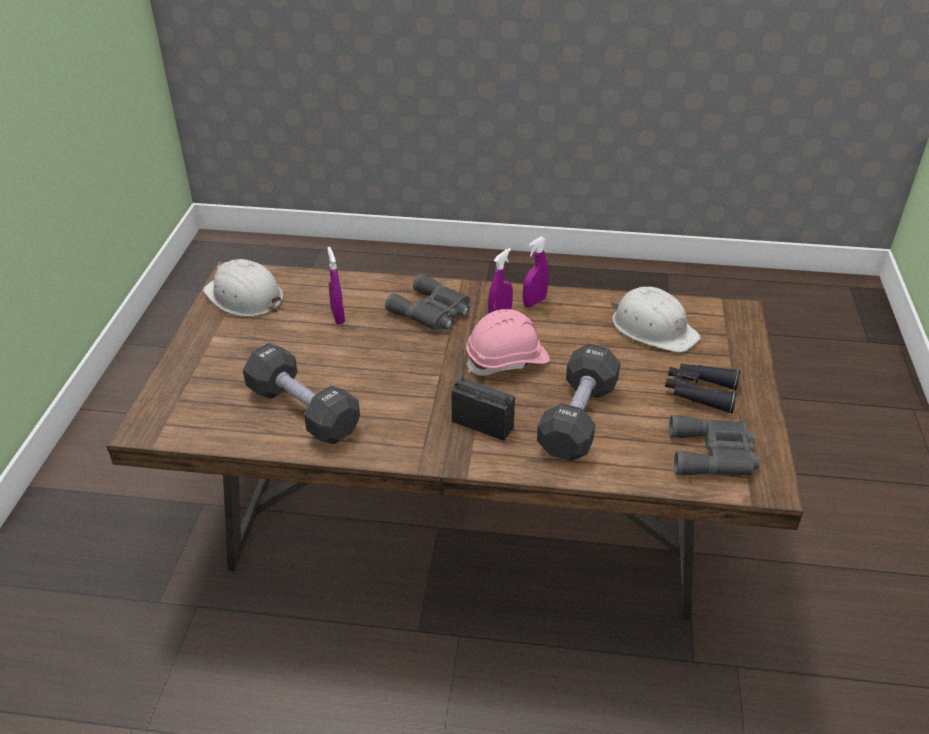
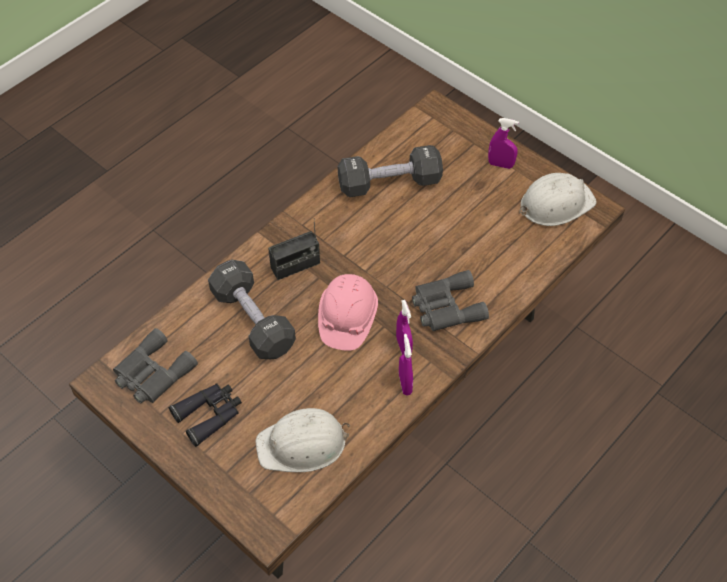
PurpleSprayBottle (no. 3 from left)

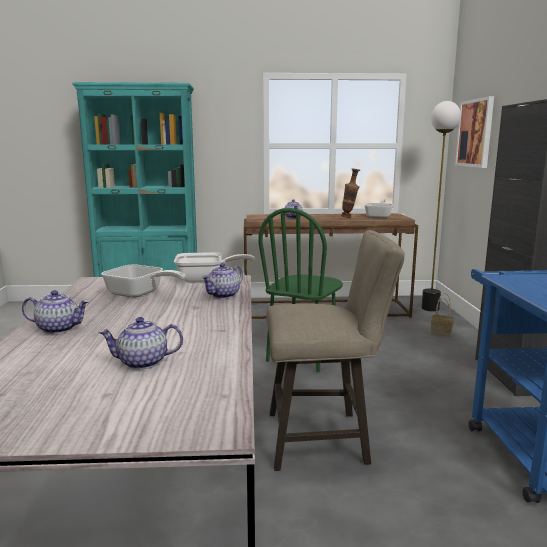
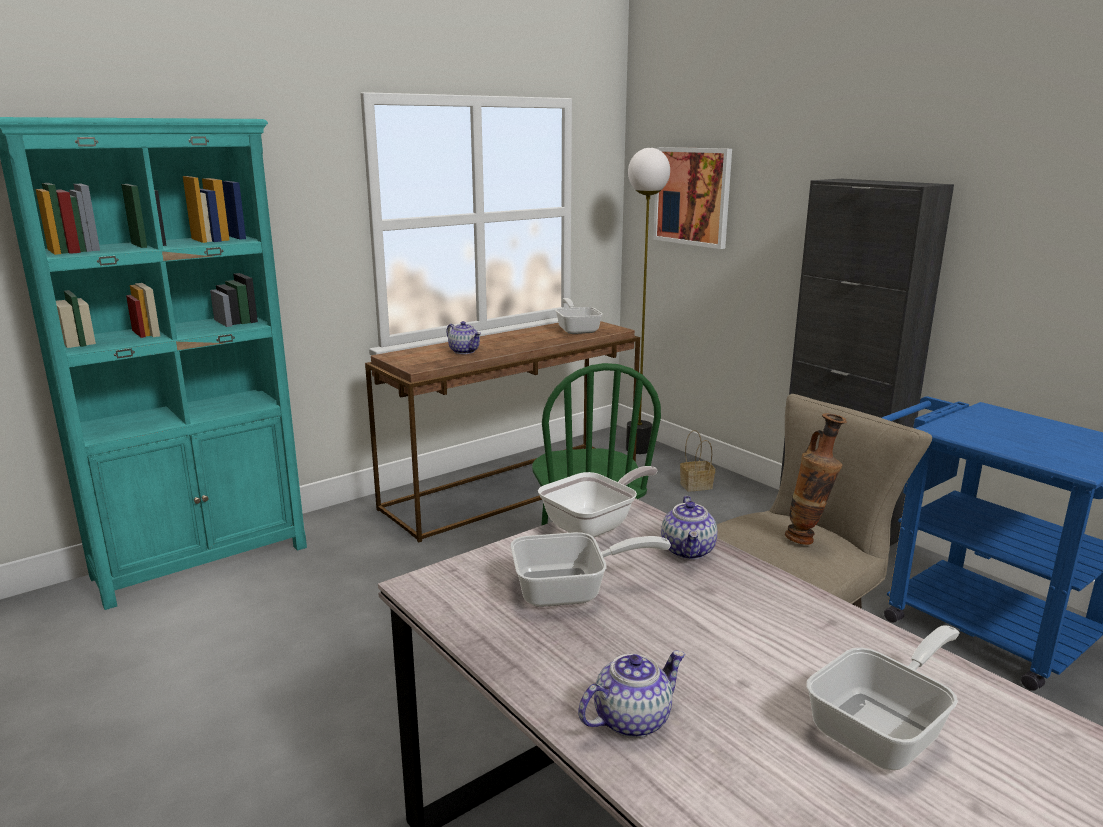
Vase
FryingPan (no. 4 from left)

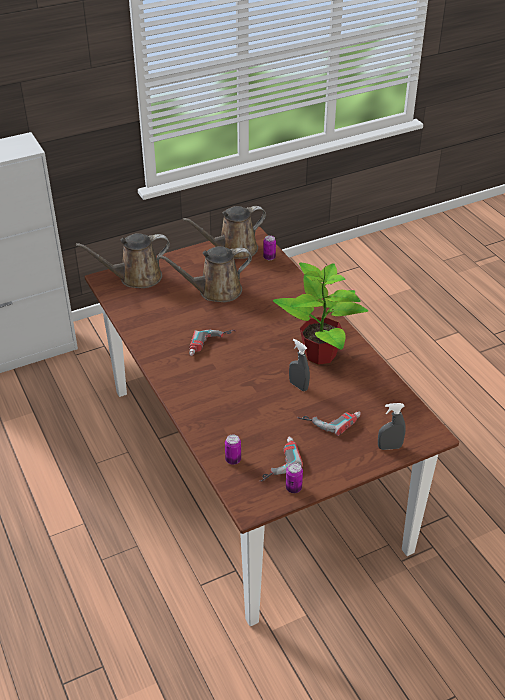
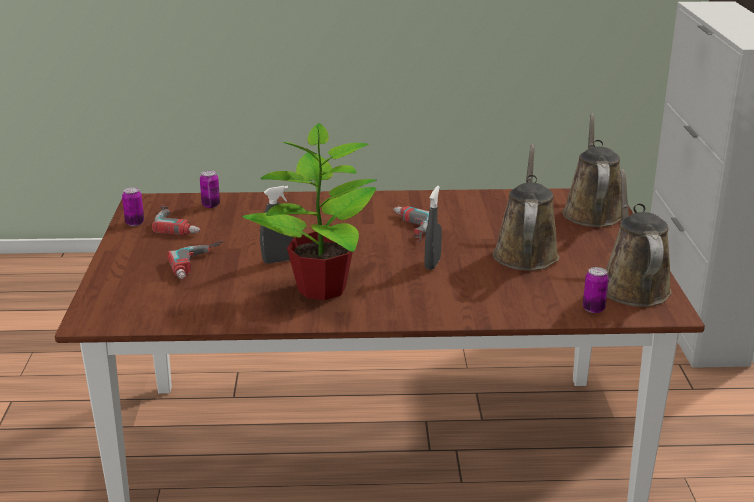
GreySprayBottle (no. 2 from left)

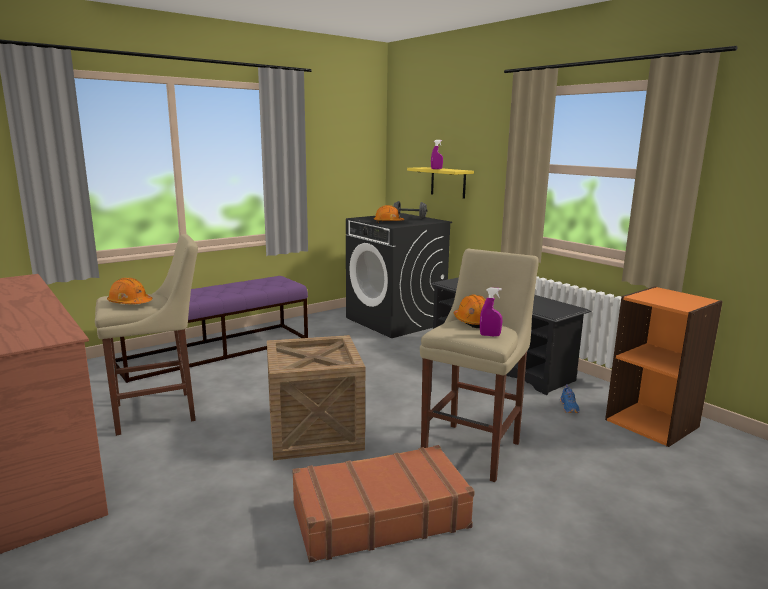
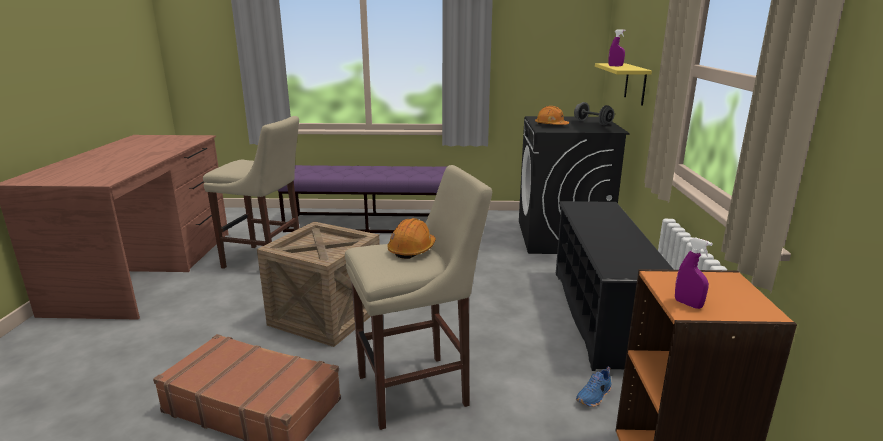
OrangeHardHat (no. 1 from left in the first image)
PurpleSprayBottle (no. 2 from left)

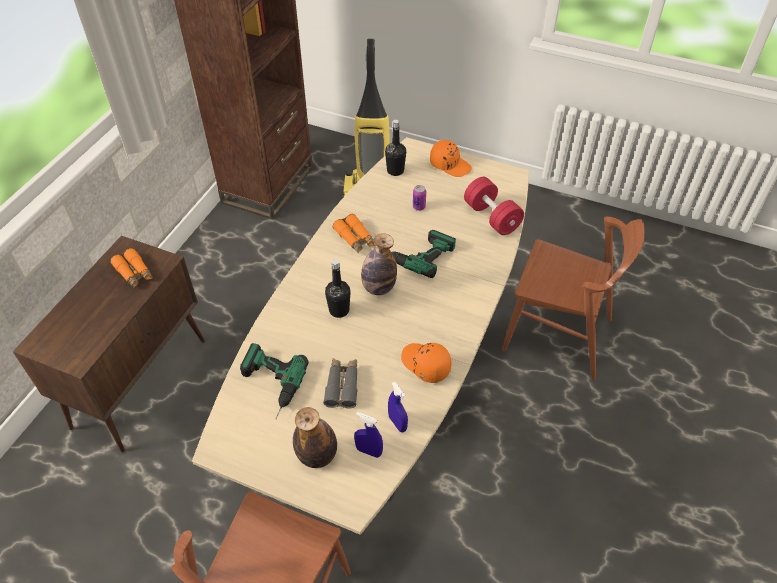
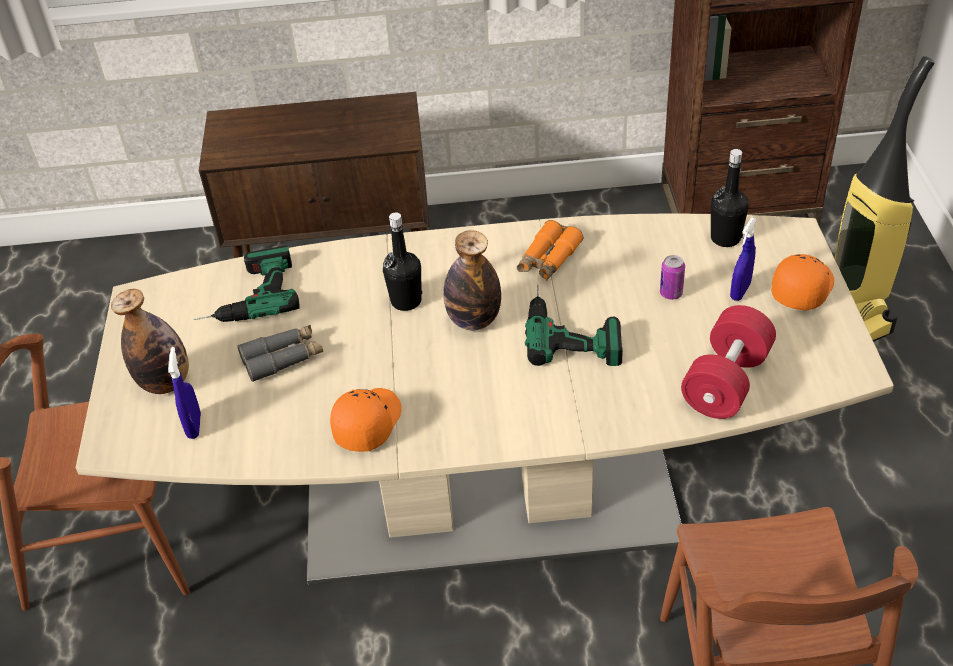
OrangeBinoculars (no. 1 from left in the first image)
BlueSprayBottle (no. 2 from left)
OrangeCap (no. 2 from left)

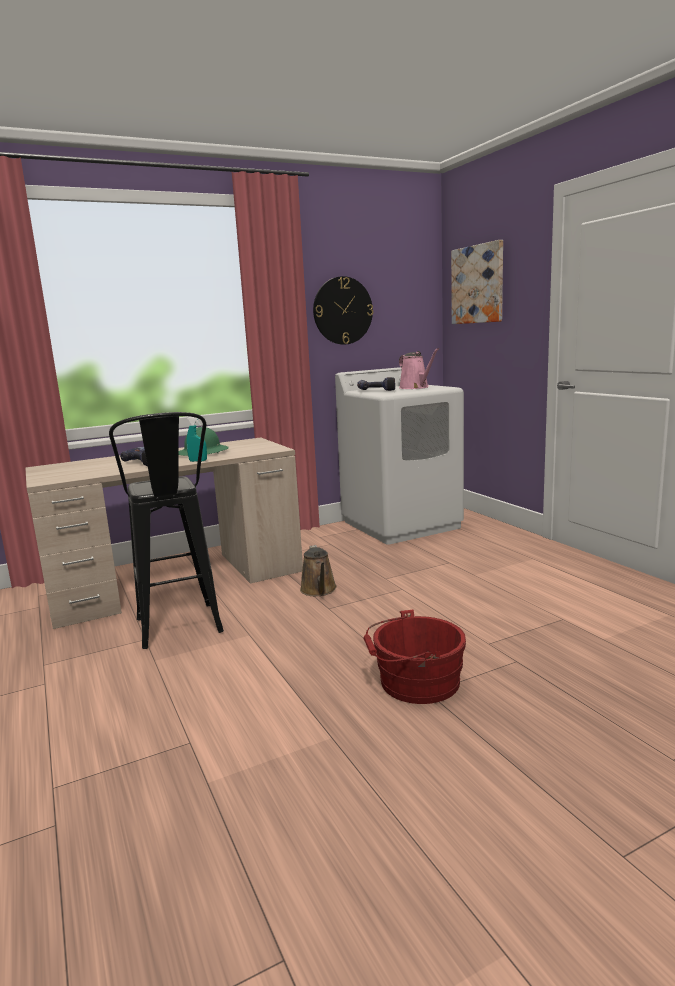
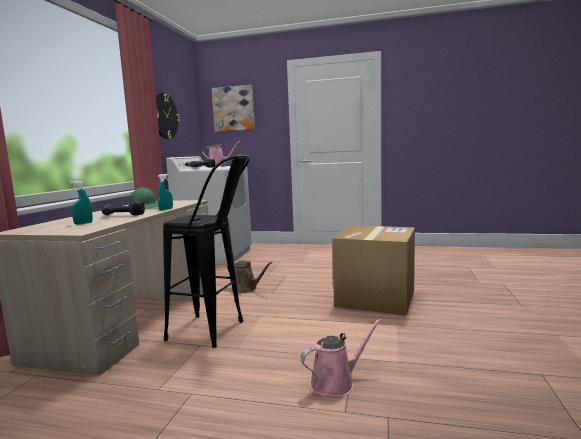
TurquoiseSprayBottle (no. 1 from left)
PinkWateringCan (no. 2 from left)
CardboardBox

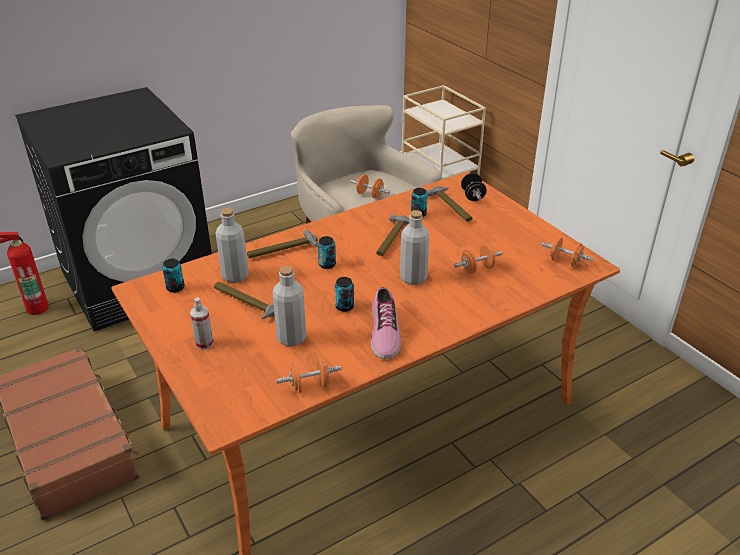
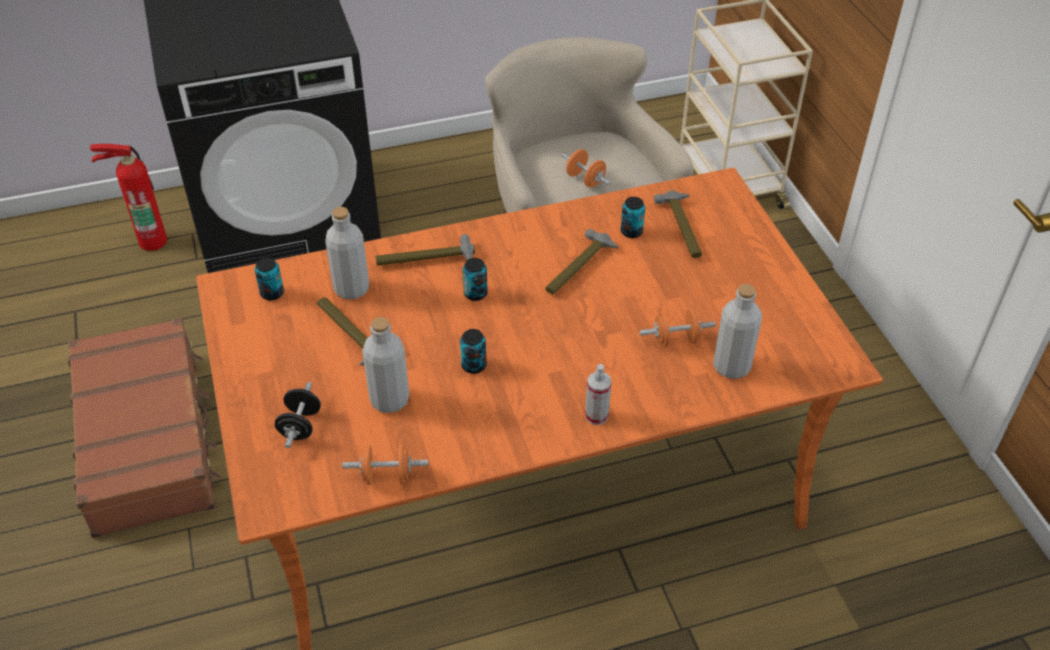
Shoe
OrangeDumbbell (no. 4 from left in the first image)
SprayBottle
GreyBottle (no. 3 from left)
BlackDumbbell

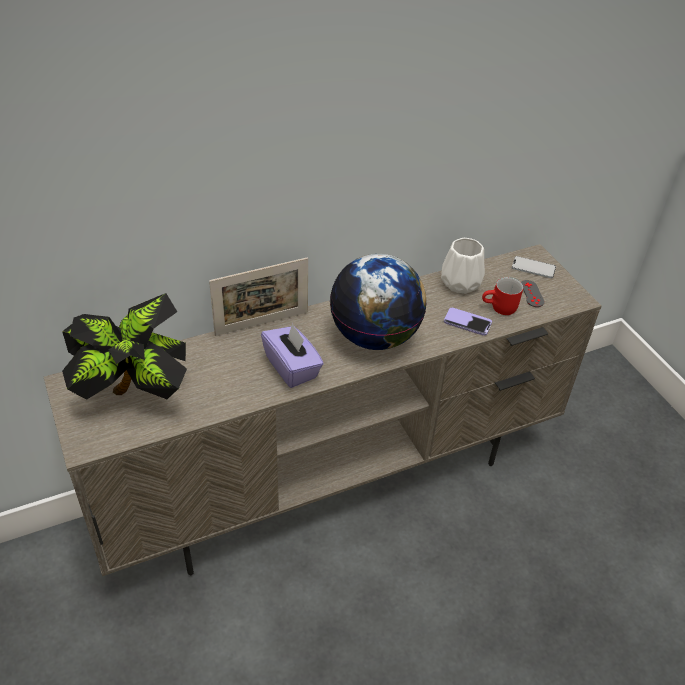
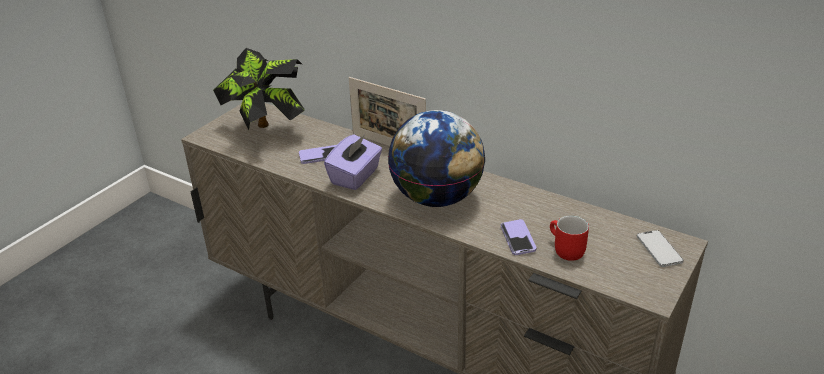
WhiteVase
GreyGameController
Phone (no. 1 from left)

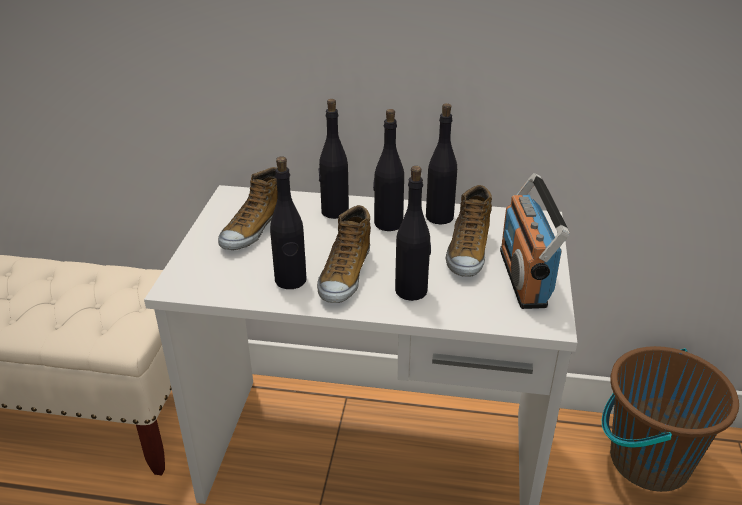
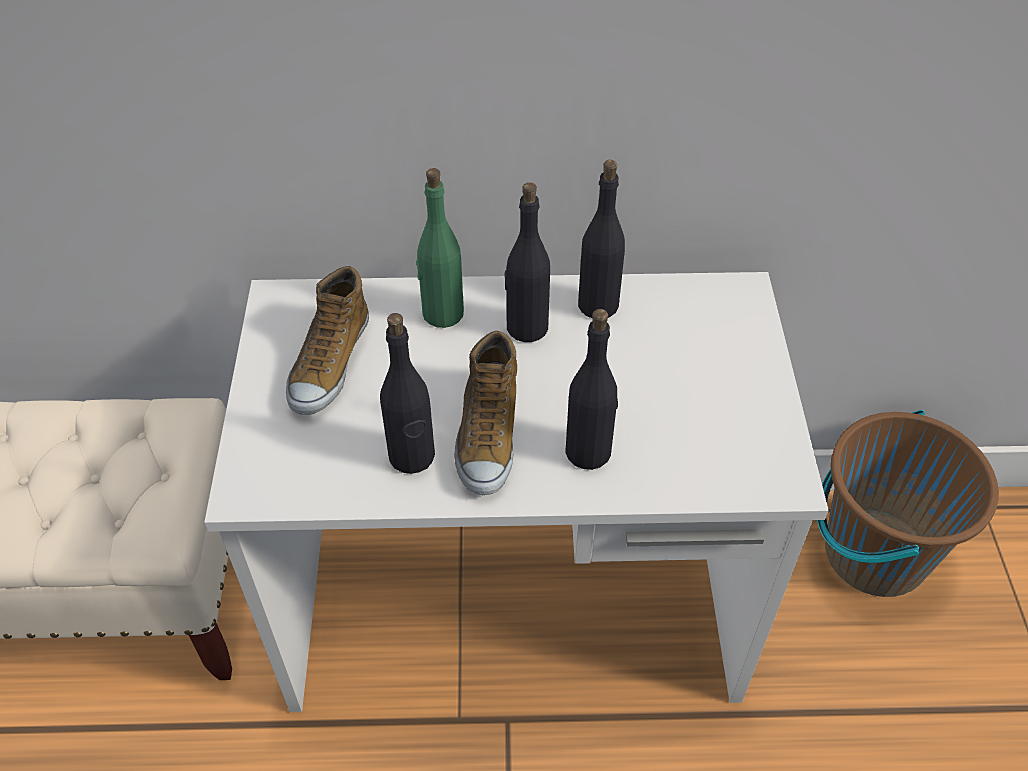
Shoe (no. 3 from left in the first image)
Radio
GreenBottle

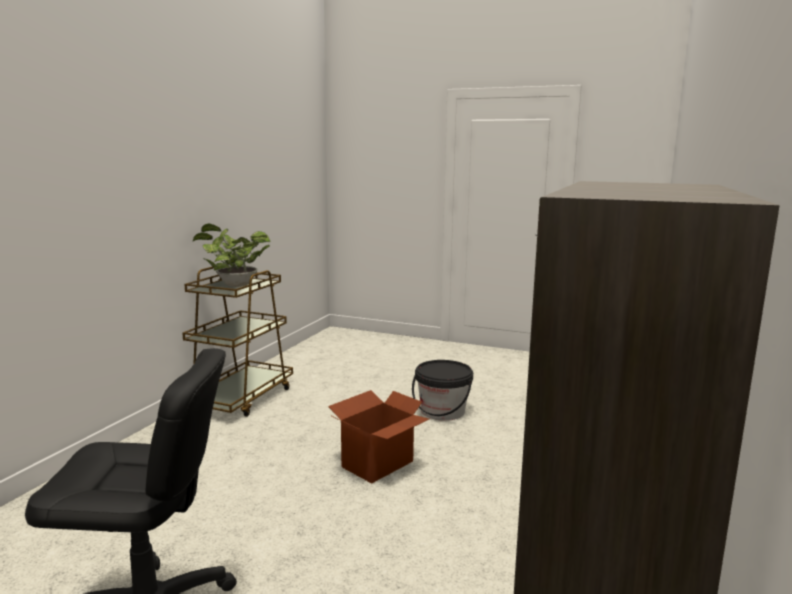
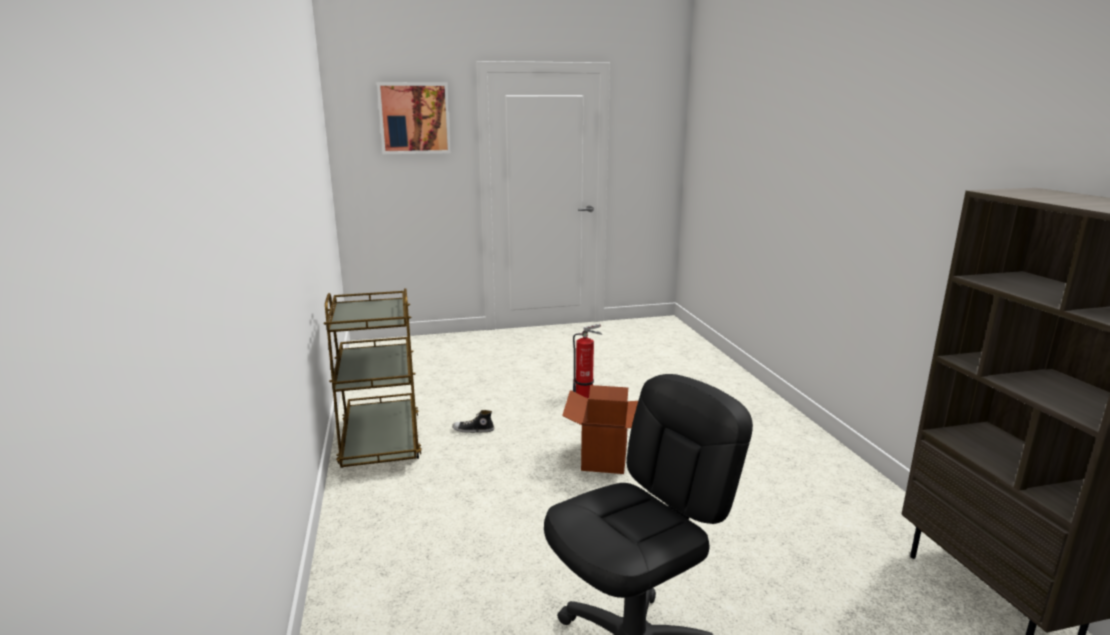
PottedPlant
Picture
Shoe
FireExtinguisher

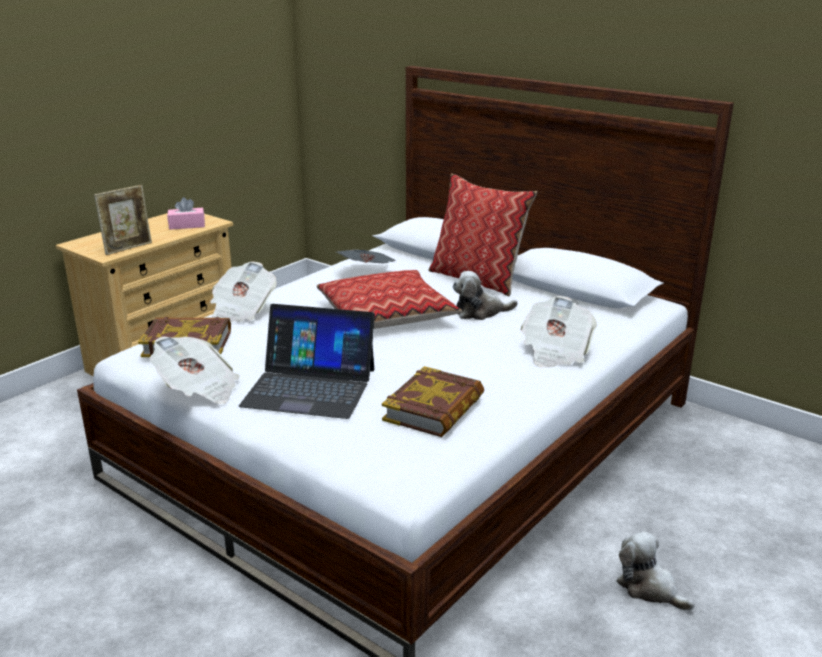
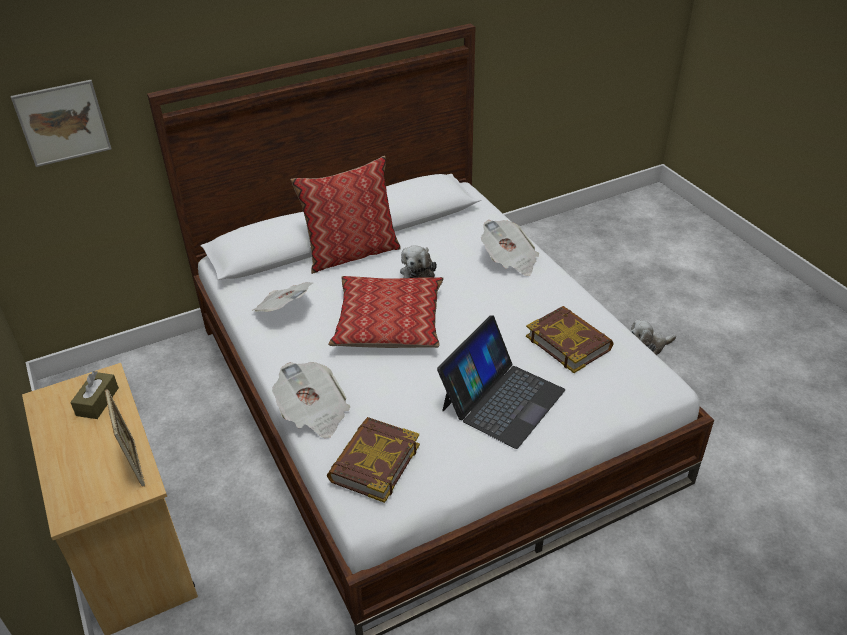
Newspaper (no. 1 from left in the first image)
Picture
BrownTissueBox

